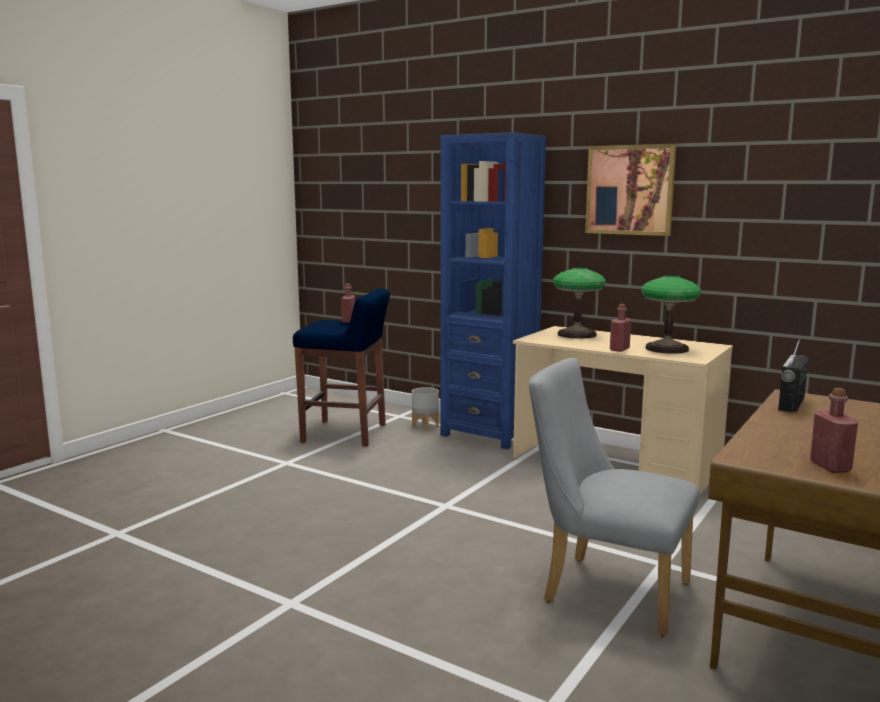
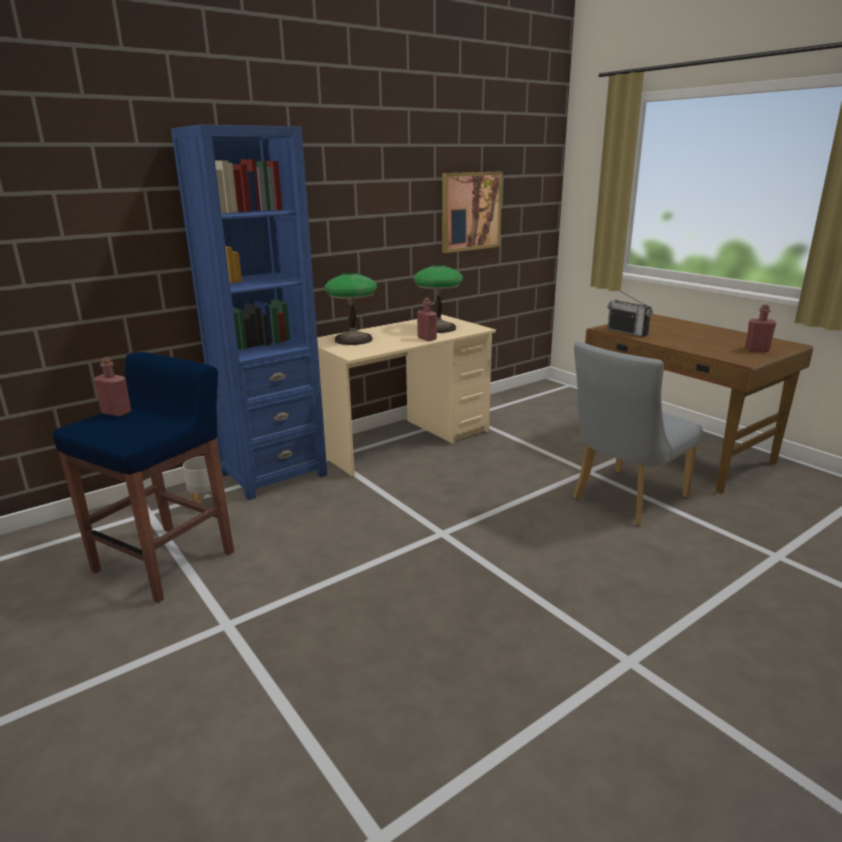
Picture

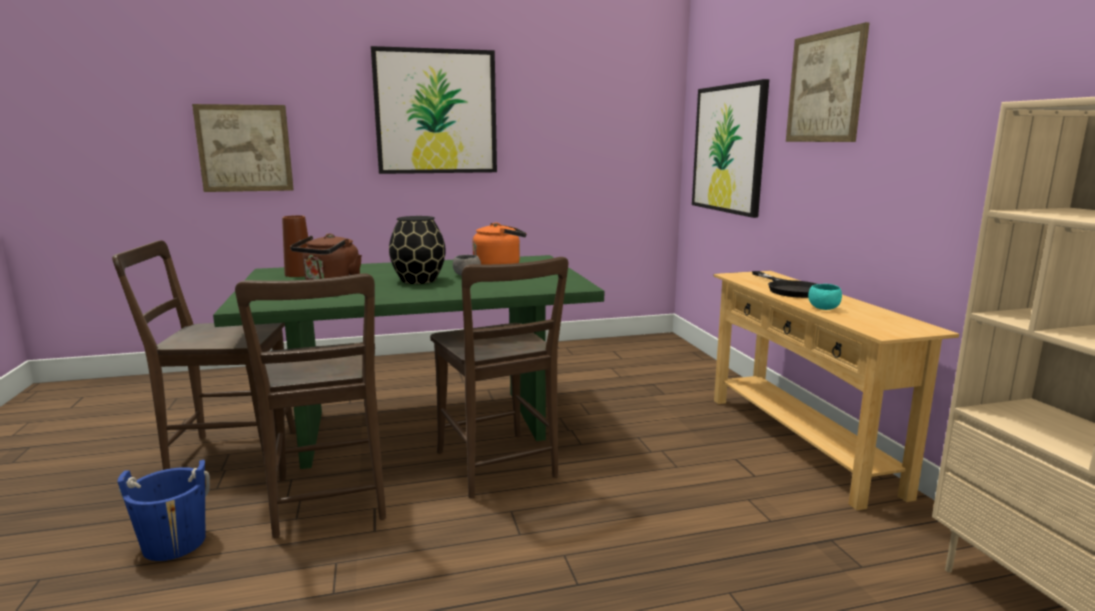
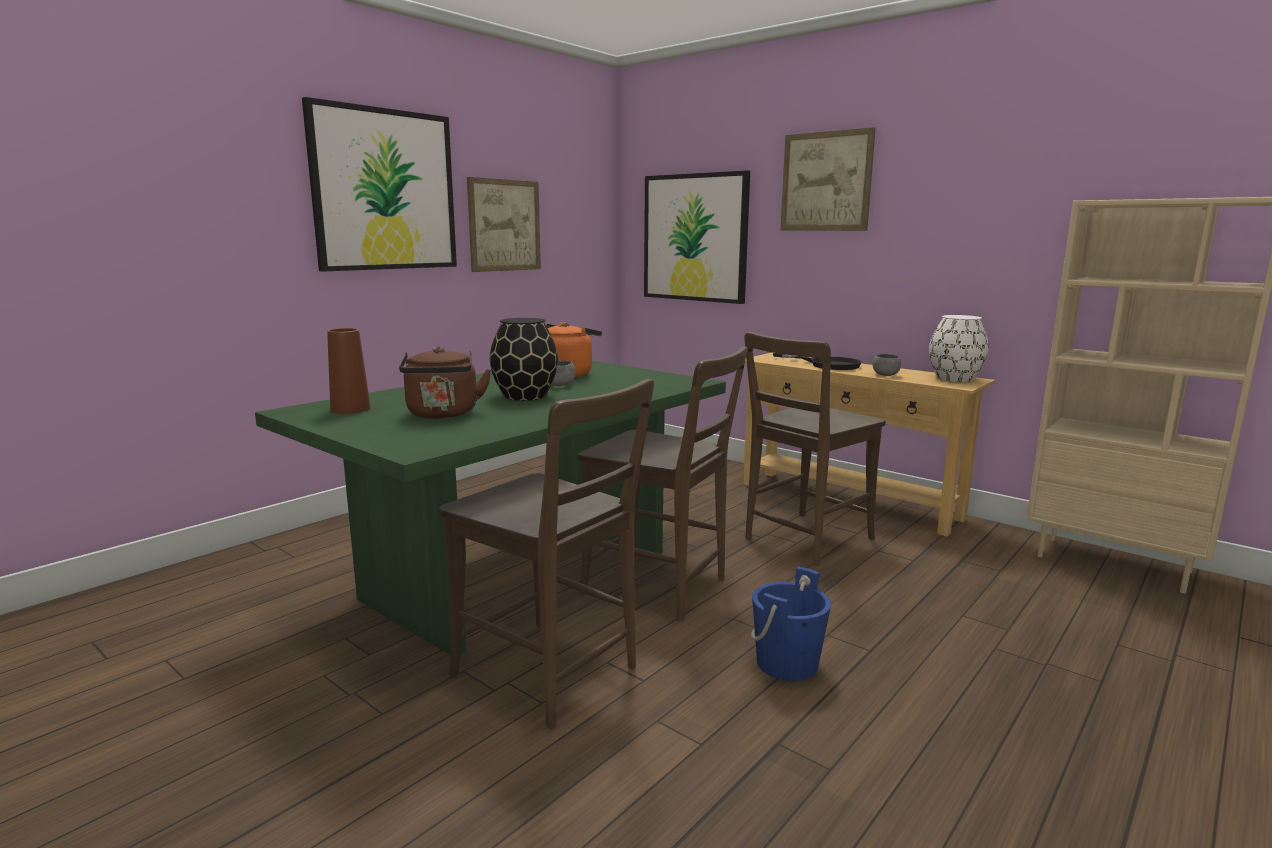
WhiteVase
BrownChair (no. 3 from left)
BlueBucket
Picture (no. 2 from left)
GreyBowl (no. 2 from left)

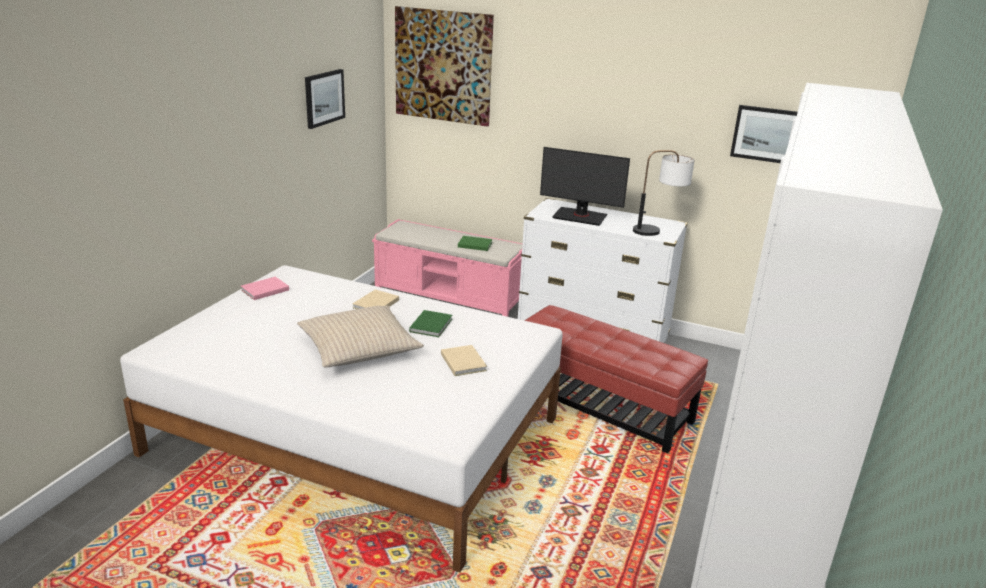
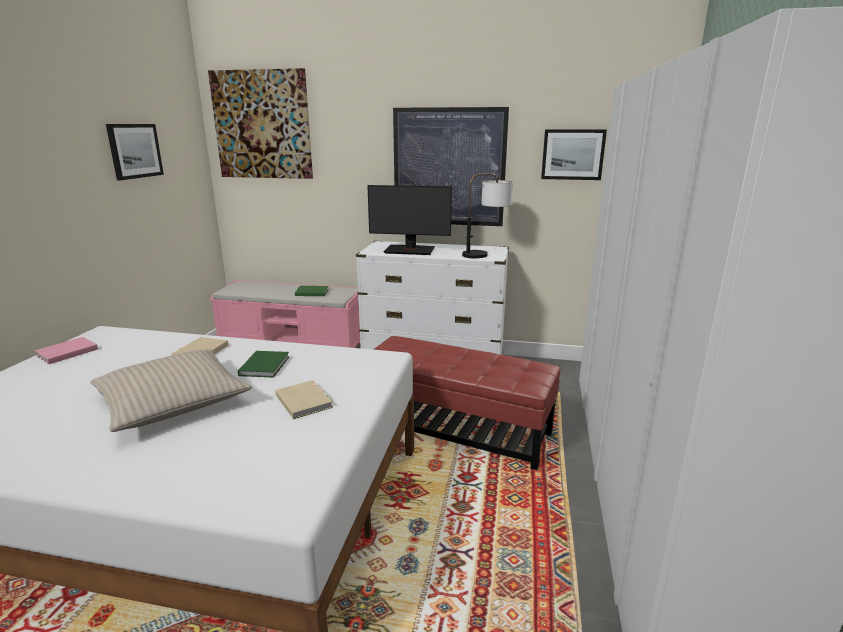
Picture (no. 3 from left)

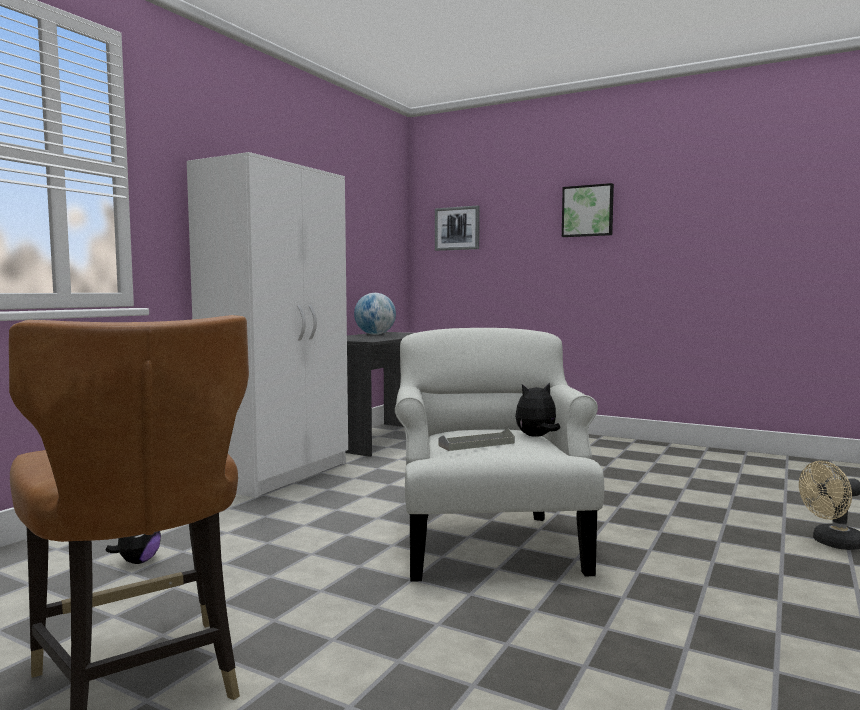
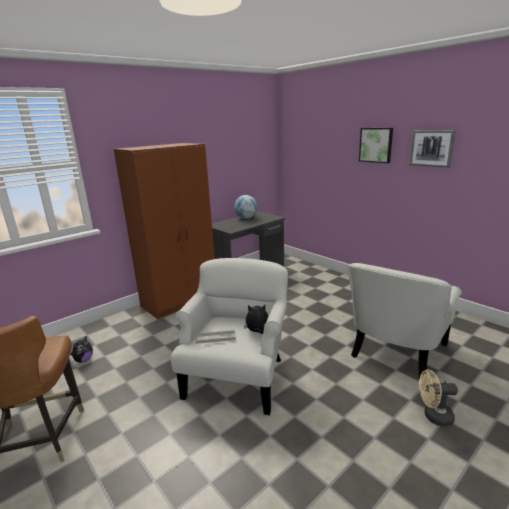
WhiteArmchair (no. 2 from left)
Picture (no. 2 from left)
BrownWardrobe

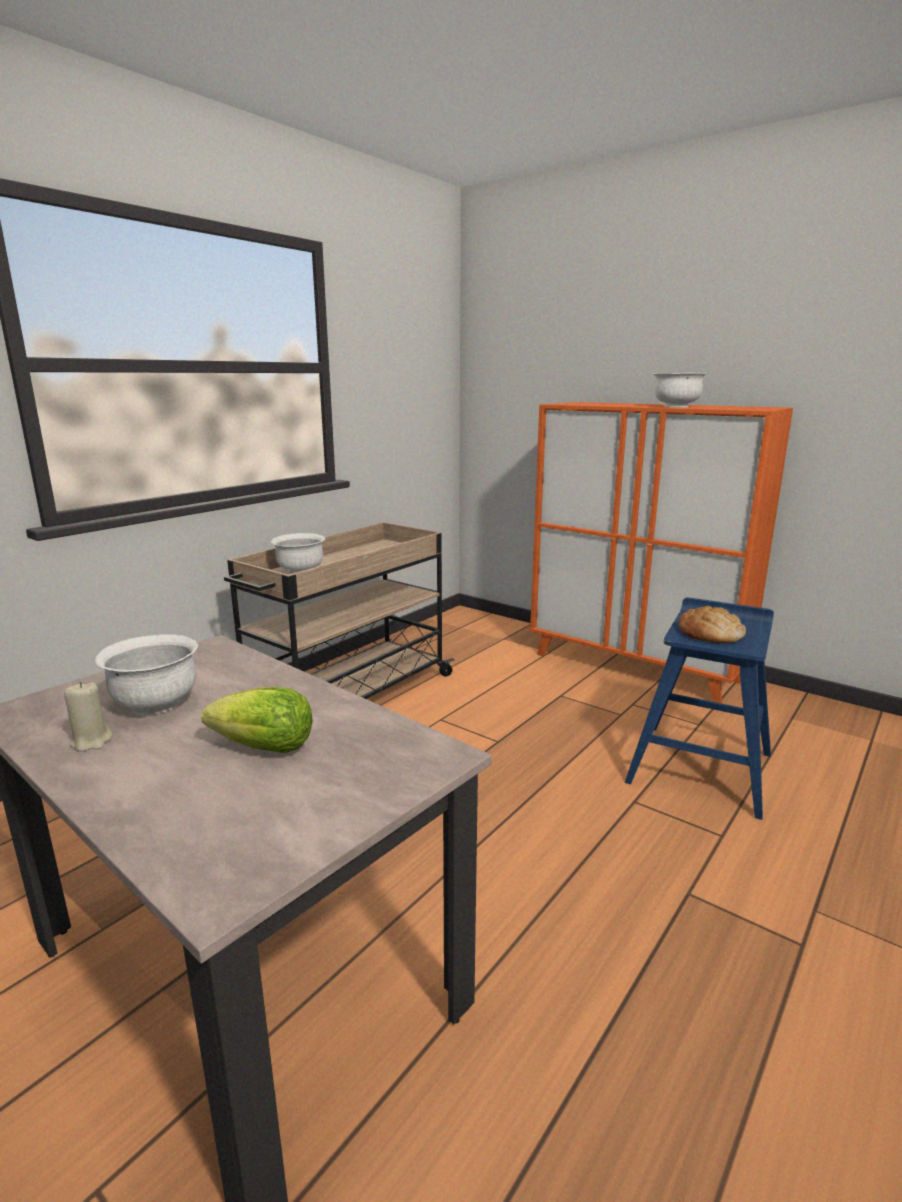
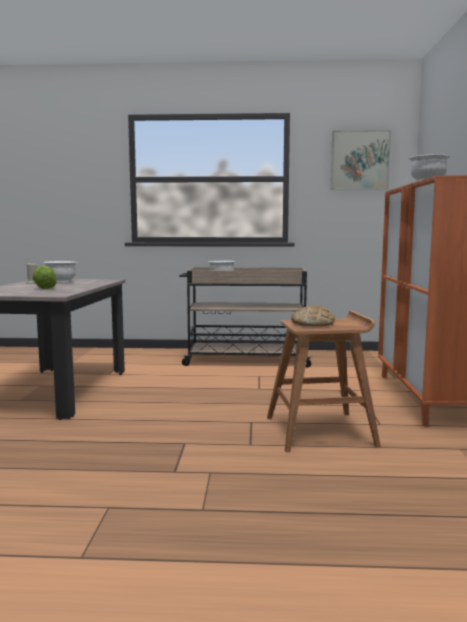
Picture
BrownStool

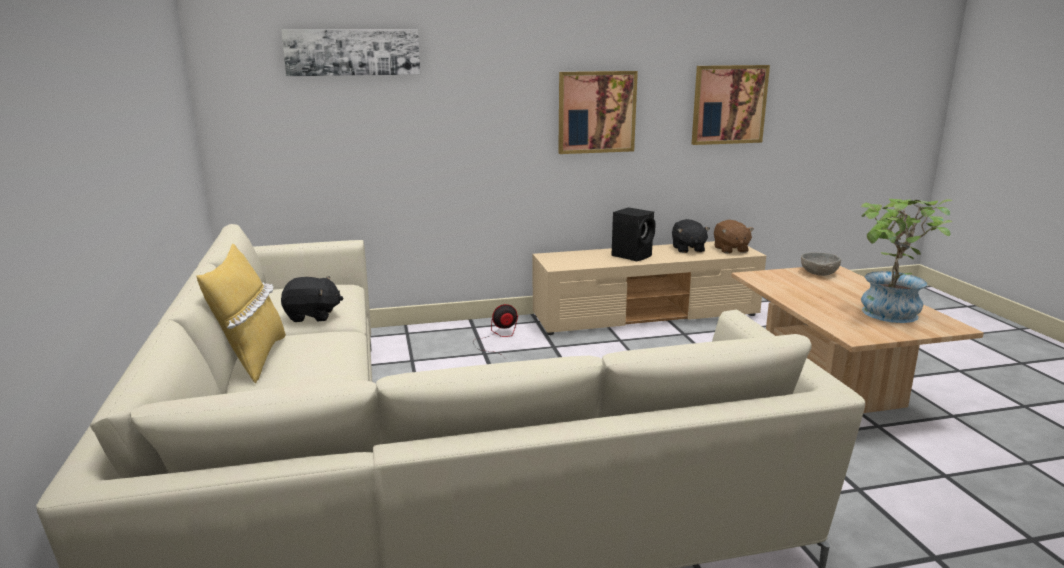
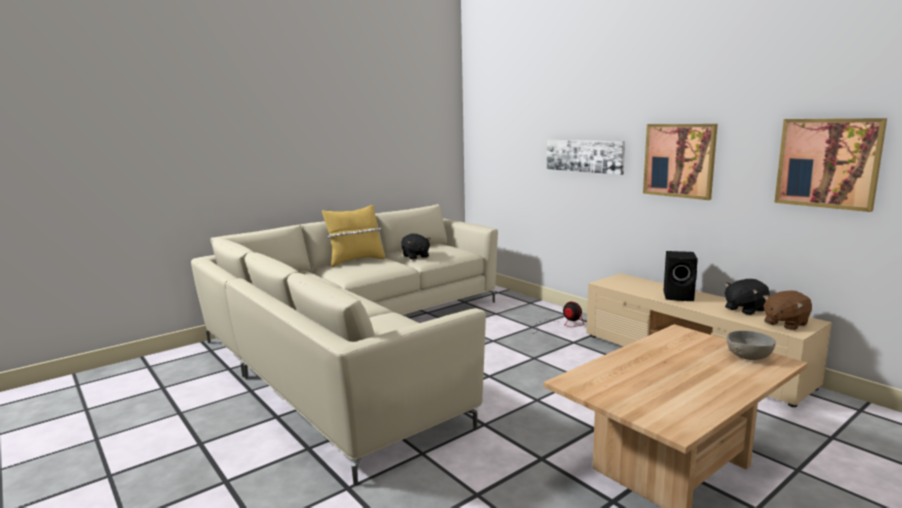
PottedPlant
Picture (no. 1 from left)

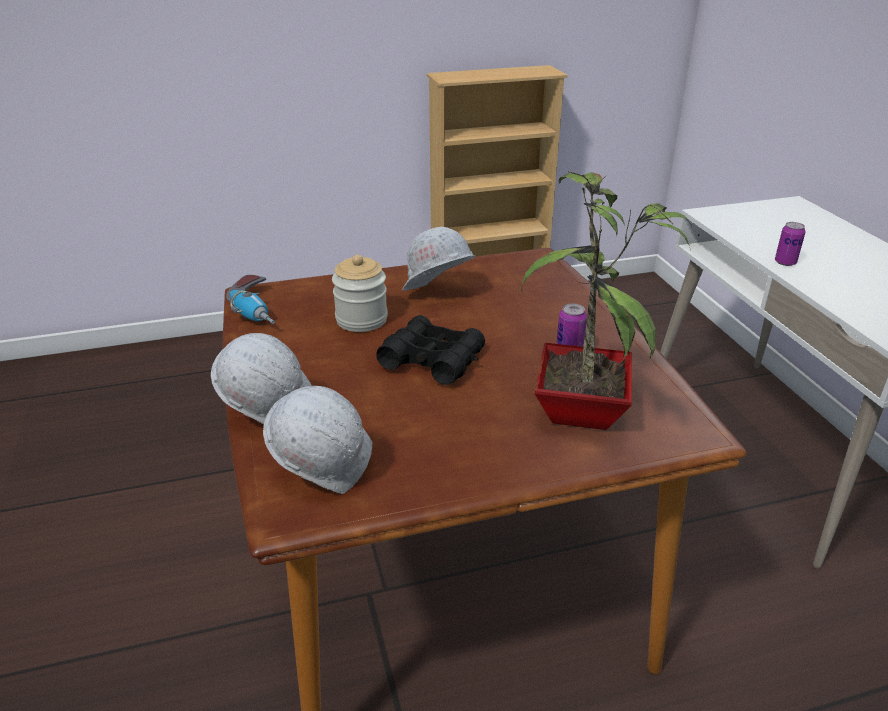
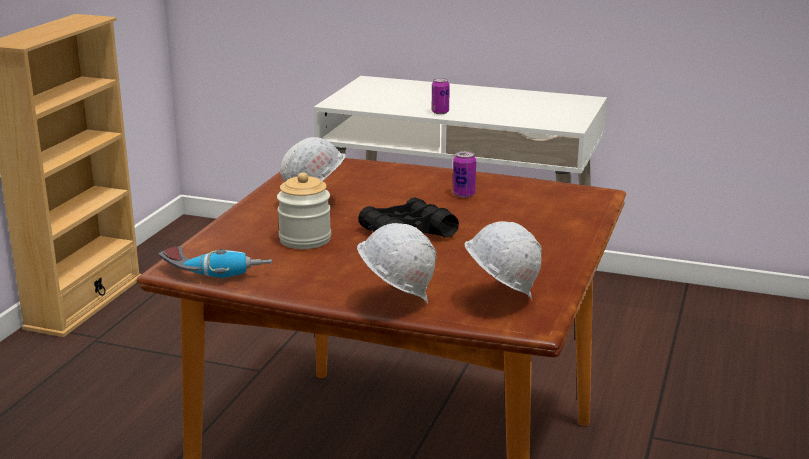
PottedPlant

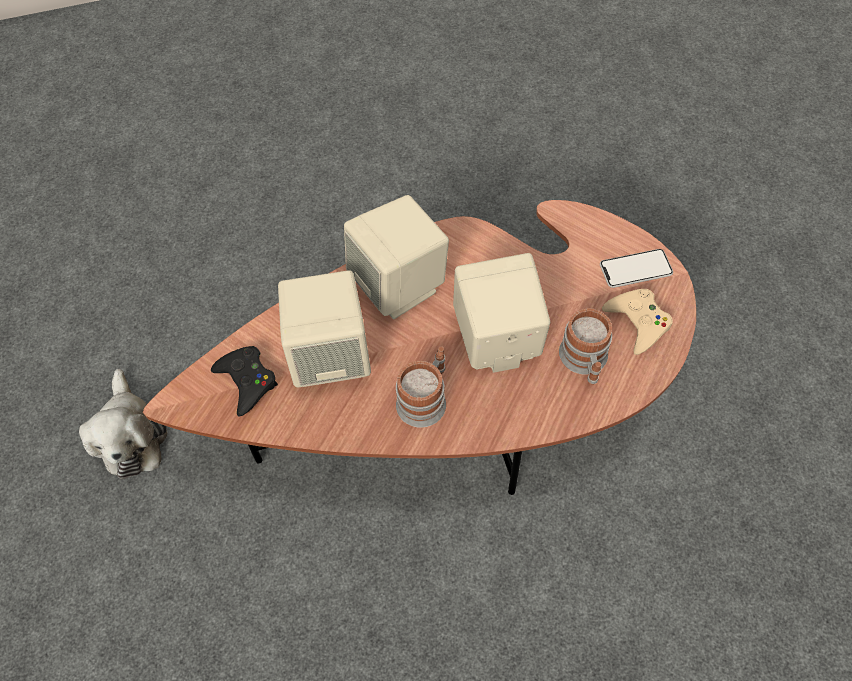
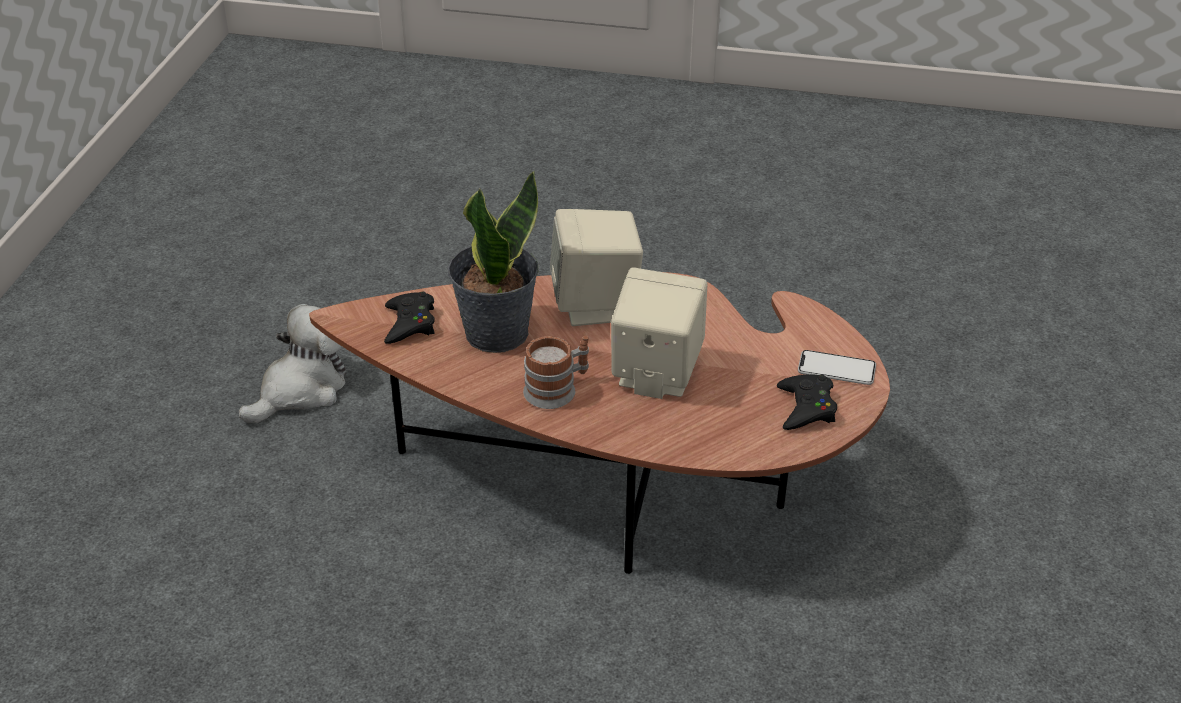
Mug (no. 2 from left in the first image)
PottedPlant
BlackGameController (no. 2 from left)
PlushToy

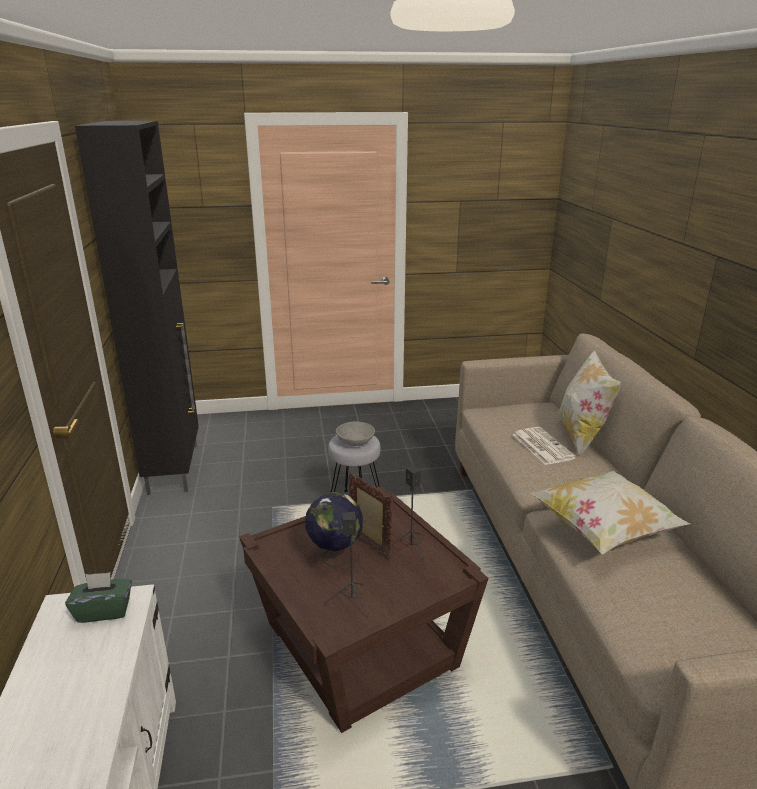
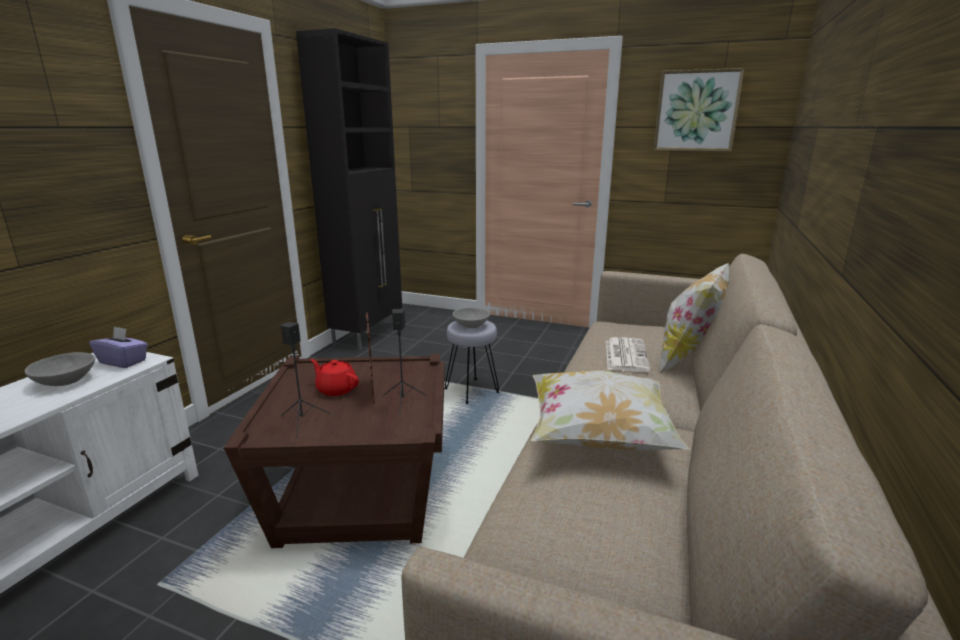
GreyBowl (no. 1 from left)
Picture
RedTeapot
PurpleTissueBox

